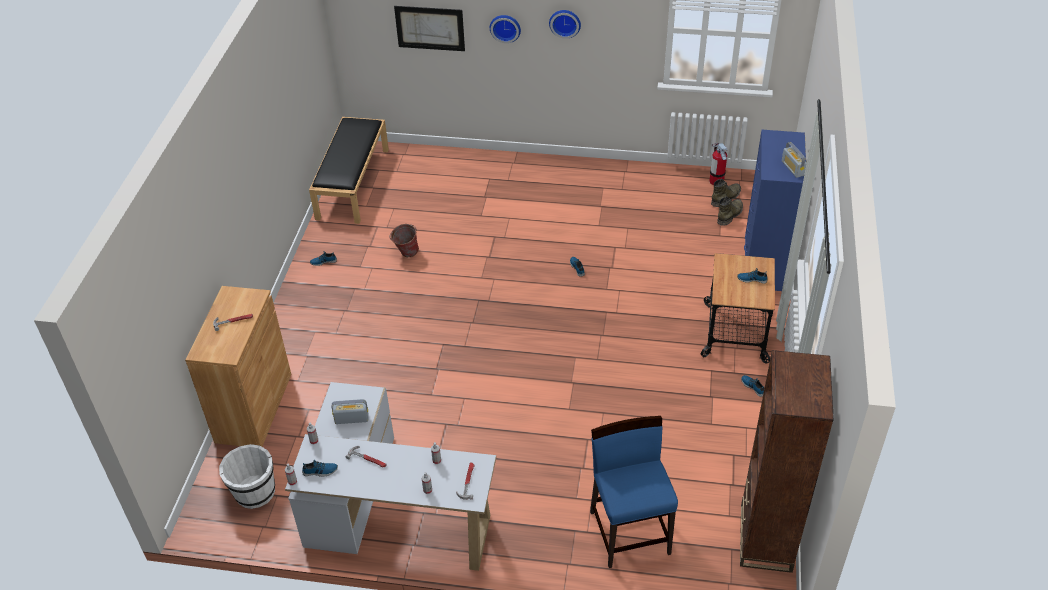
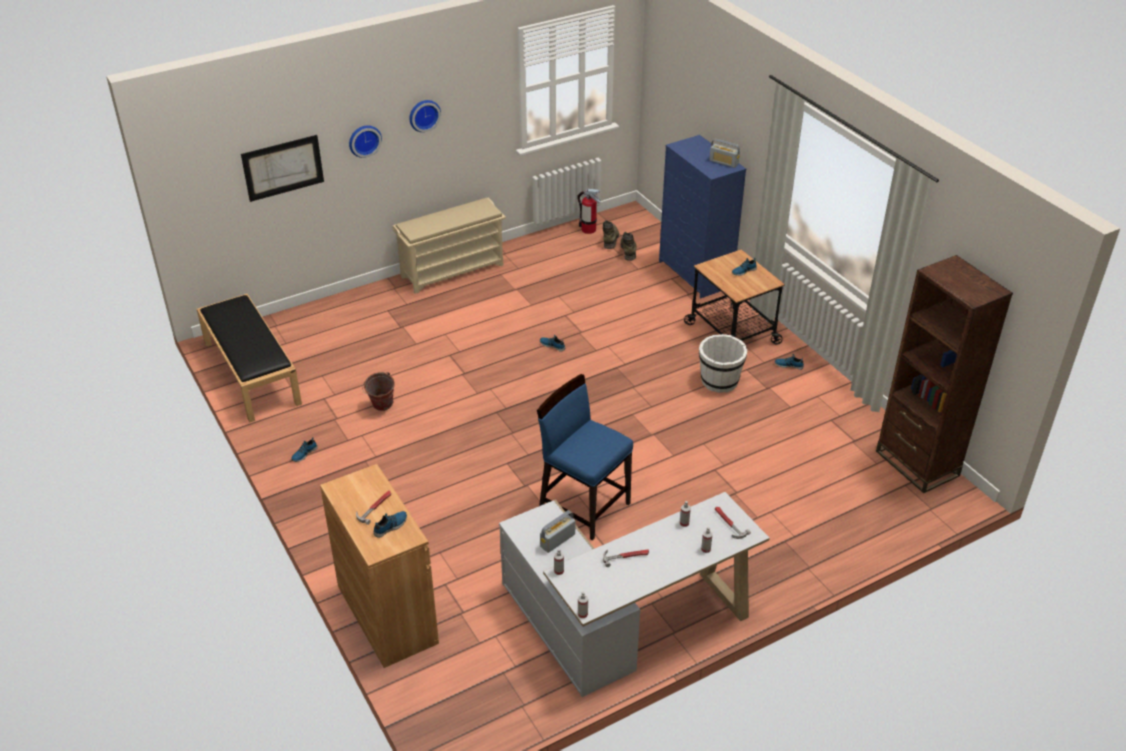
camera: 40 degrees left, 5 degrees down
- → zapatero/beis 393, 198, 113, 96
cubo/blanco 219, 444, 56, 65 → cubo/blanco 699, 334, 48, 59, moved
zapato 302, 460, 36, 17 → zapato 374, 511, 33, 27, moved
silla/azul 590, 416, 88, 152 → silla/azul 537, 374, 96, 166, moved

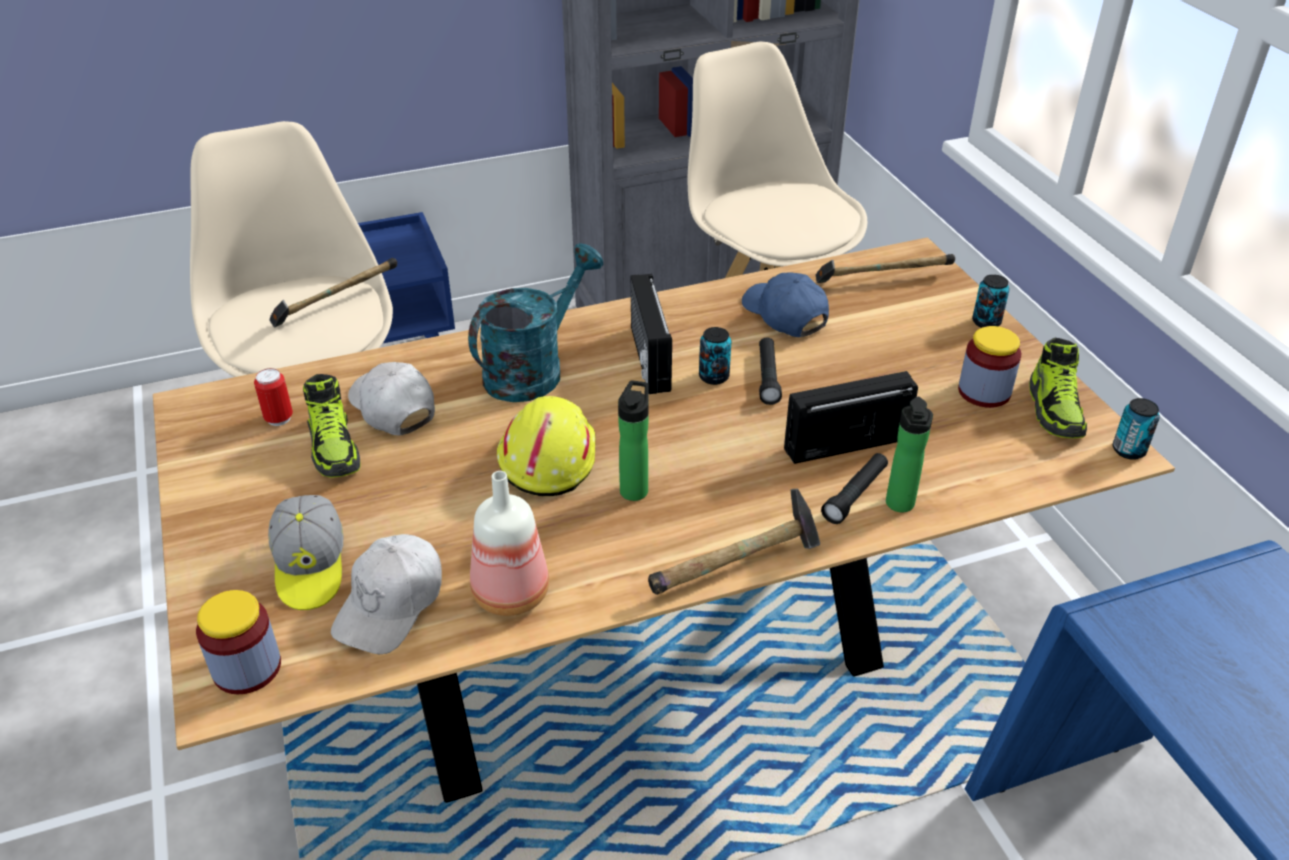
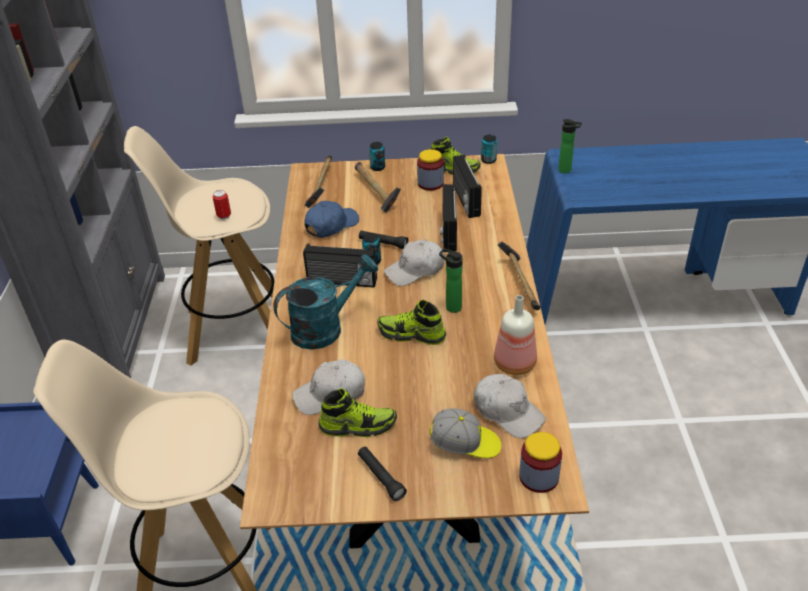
camera: 70 degrees left, 0 degrees up
- → gorra/blanco 384, 240, 61, 46
- → radio 453, 155, 29, 63
lata 254, 368, 39, 58 → lata 212, 190, 19, 30, moved
martillo 270, 258, 127, 69 → martillo 355, 162, 46, 51, moved
linterna/negro 821, 453, 67, 71 → linterna/negro 358, 447, 49, 54, moved
botella 886, 397, 47, 115 → botella 558, 119, 24, 54, moved
casco/amarillo 497, 396, 99, 100 → zapato 377, 300, 69, 45
regadera/turquesa 468, 243, 135, 159 → regadera/turquesa 273, 254, 105, 96, 90 degrees clockwise
gorra/azul 742, 273, 87, 64 → gorra/azul 304, 201, 55, 37, 150 degrees clockwise

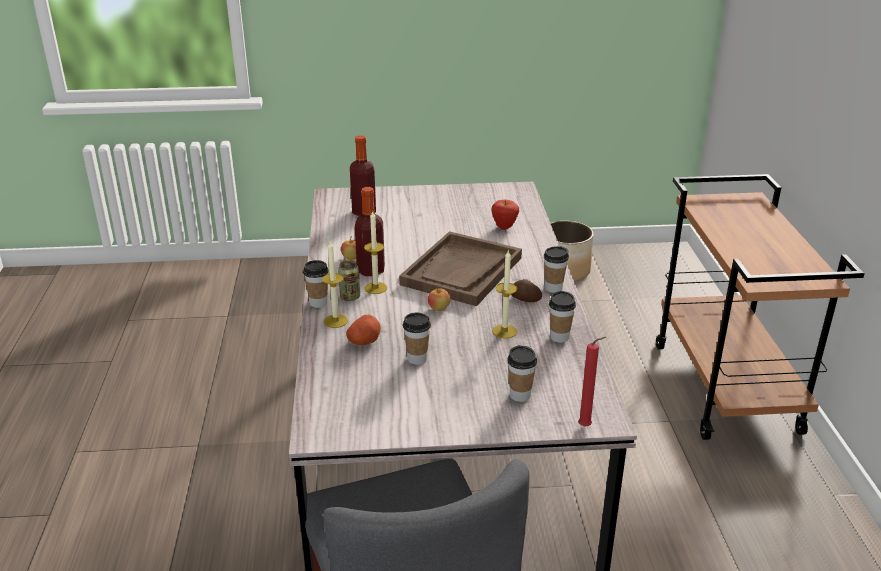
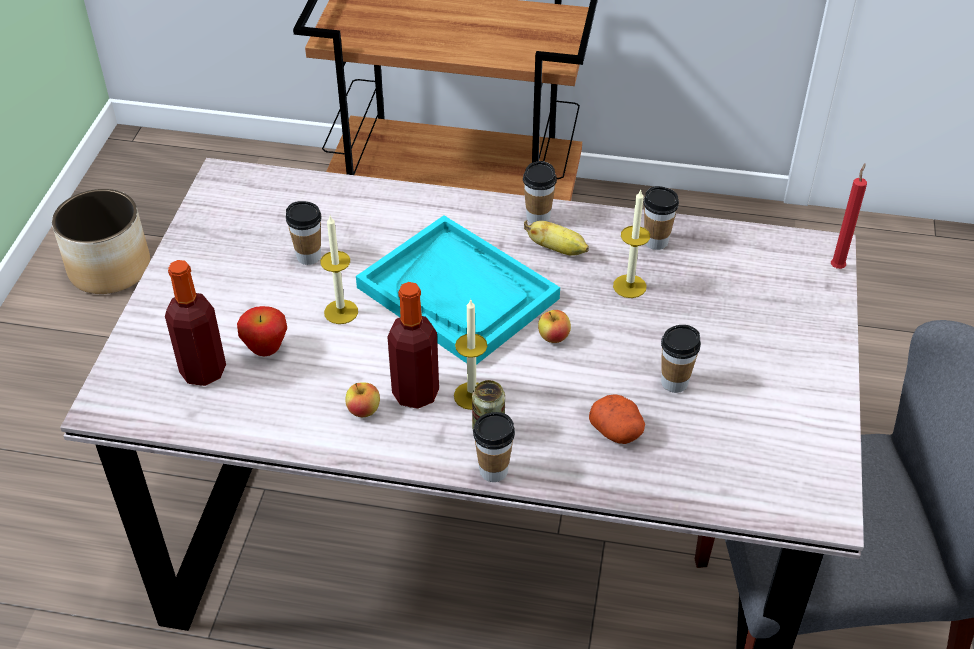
camera: 75 degrees left, 15 degrees up
vela 322, 241, 26, 87 → vela 320, 216, 38, 108, moved
manzana 491, 200, 28, 30 → manzana 237, 306, 50, 50, moved
taza 507, 345, 30, 57 → taza 286, 201, 35, 64, moved
patata 511, 279, 31, 23 → plátano 524, 220, 65, 36
bandeja/marrón 399, 231, 123, 75 → bandeja/turquesa 356, 215, 204, 150

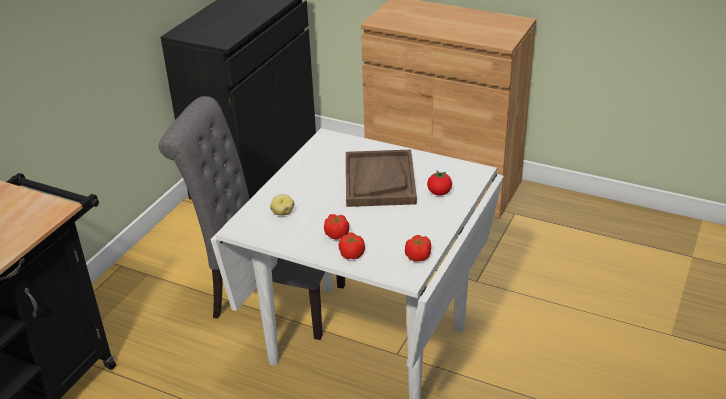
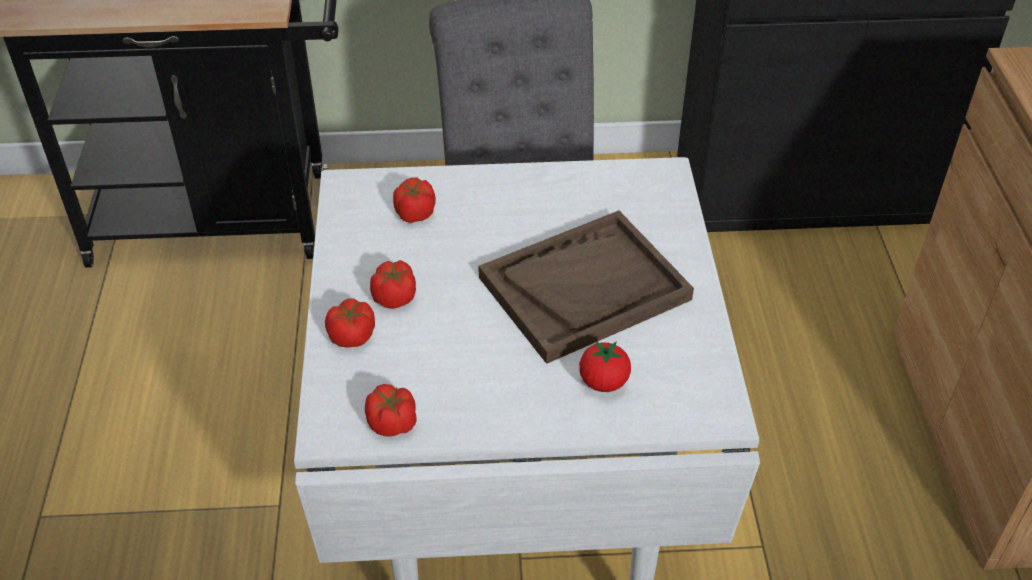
camera: 60 degrees right, 10 degrees up
patata 270, 194, 24, 21 → tomate 393, 177, 43, 46

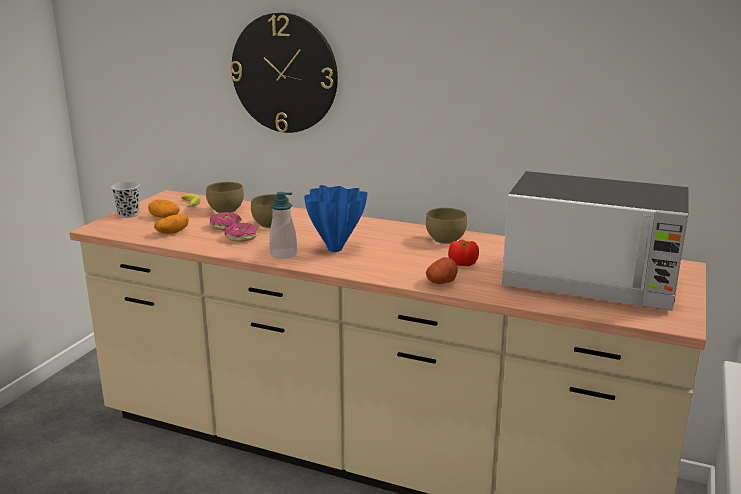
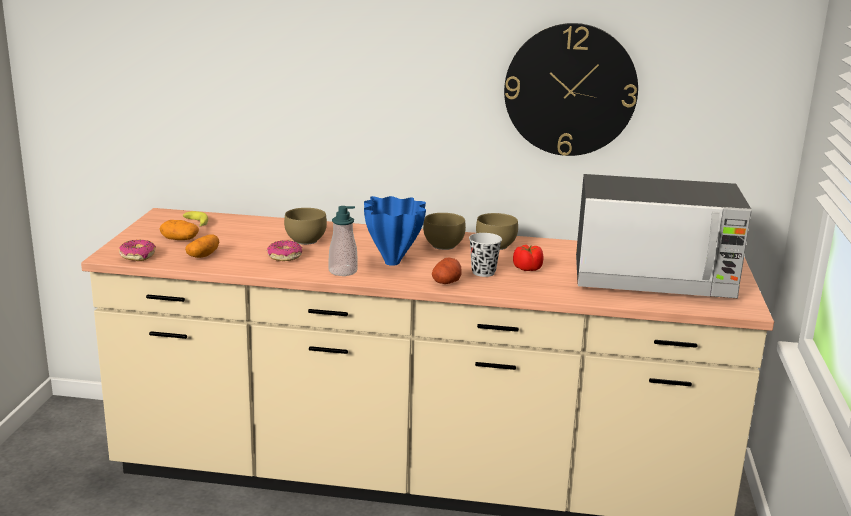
camera: 15 degrees left, 0 degrees up
taza/negro 111, 182, 29, 36 → taza/negro 469, 233, 33, 44, moved
cuenco/marrón 206, 182, 38, 31 → cuenco/marrón 423, 213, 43, 37, moved
rosquilla 210, 212, 31, 19 → rosquilla 119, 240, 37, 21, moved
reloj de pared 230, 13, 108, 120 → reloj de pared 504, 23, 134, 133, moved
patata 426, 257, 32, 27 → patata 432, 257, 30, 27, moved

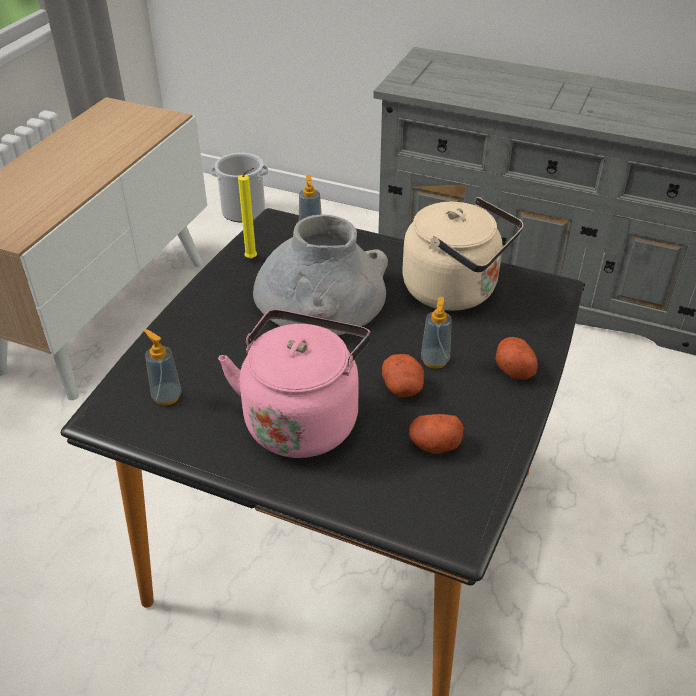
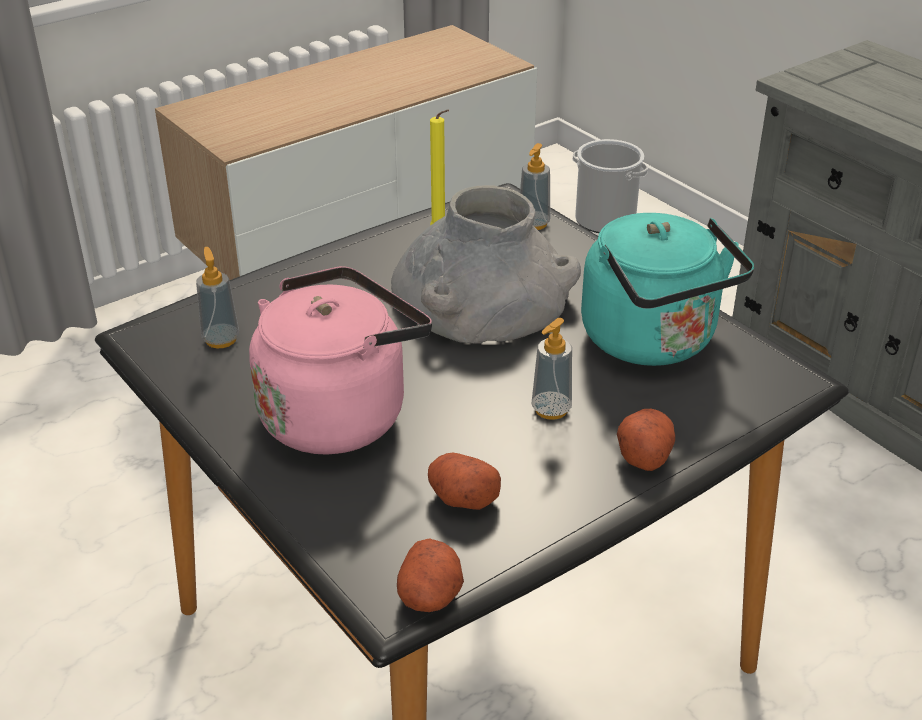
camera: 30 degrees right, 5 degrees down
patata 382, 354, 42, 43 → patata 397, 538, 67, 74, moved
hervidor/beis 402, 197, 121, 114 → hervidor/turquesa 581, 213, 173, 153

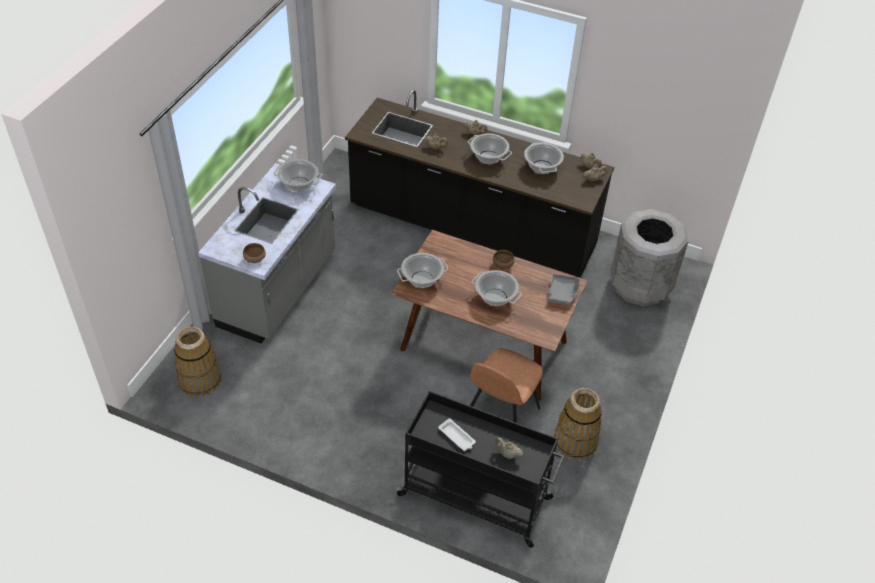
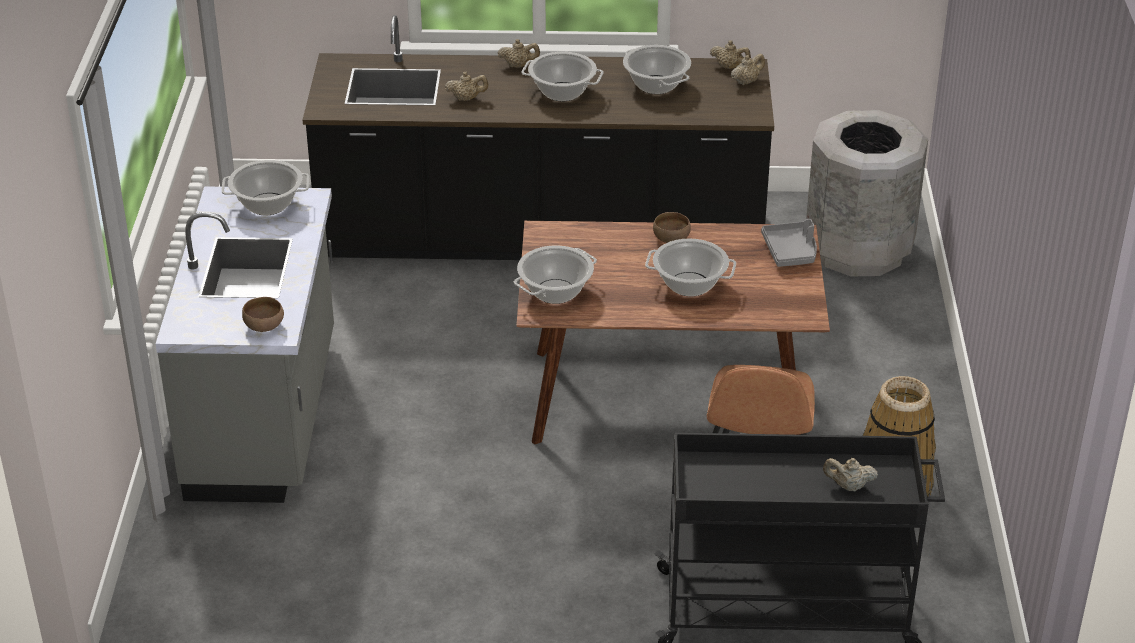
camera: 20 degrees left, 10 degrees down
cesta 174, 326, 47, 71 → -
bandeja/blanco 438, 418, 38, 33 → -

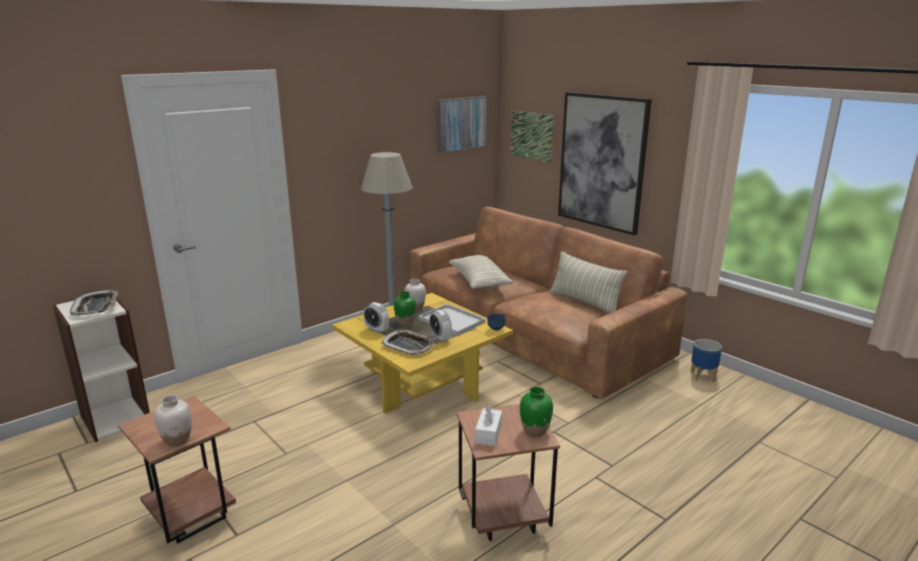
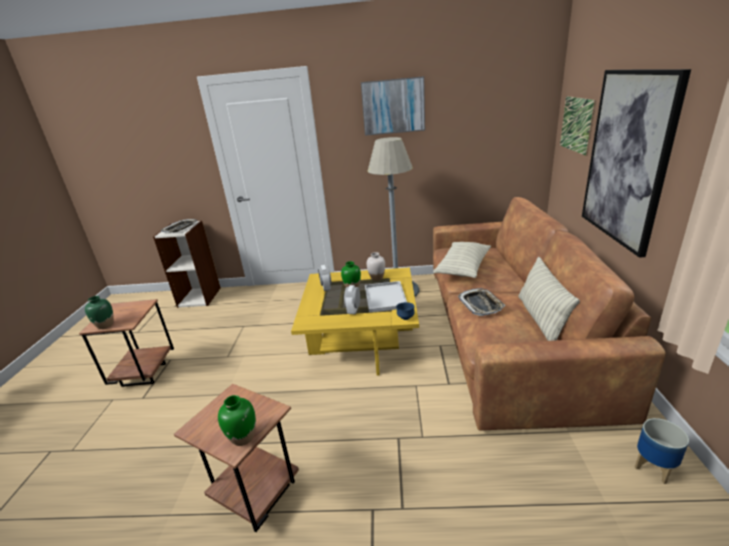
camera: 45 degrees right, 5 degrees up
caja de pañuelos/blanco 475, 405, 27, 41 → -
bandeja 381, 329, 54, 26 → bandeja 458, 288, 47, 28, moved
cuadro 437, 96, 50, 57 → cuadro 361, 76, 64, 60, moved
florero/blanco 154, 395, 38, 52 → florero/verde 85, 296, 29, 33

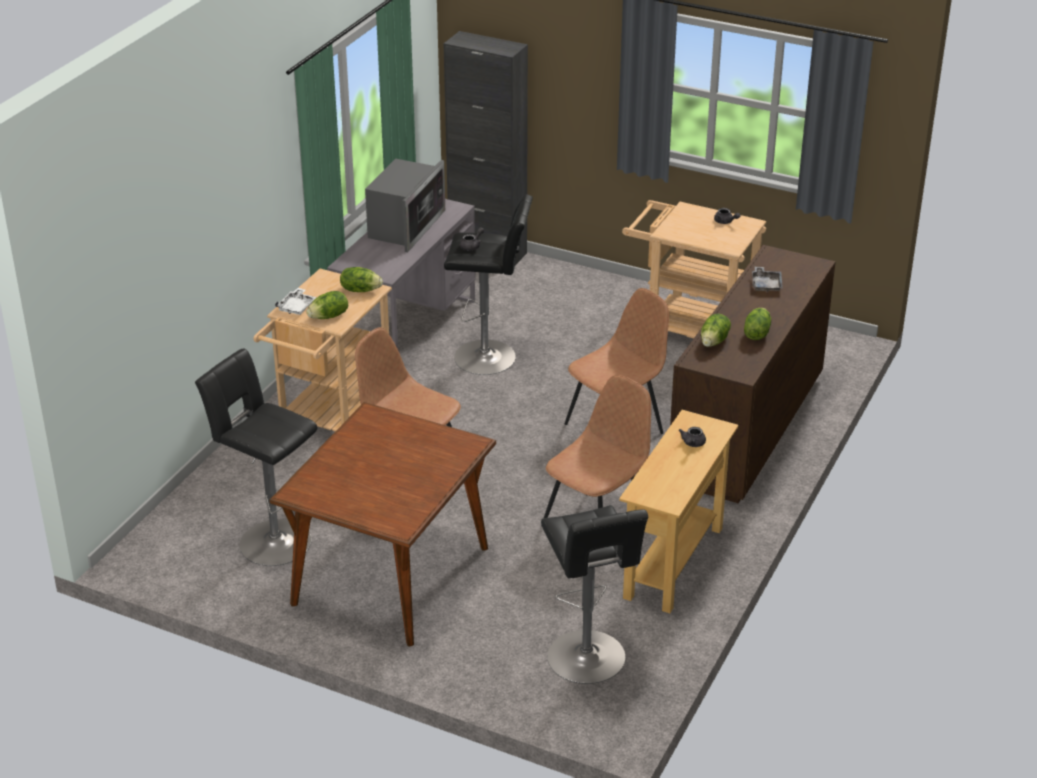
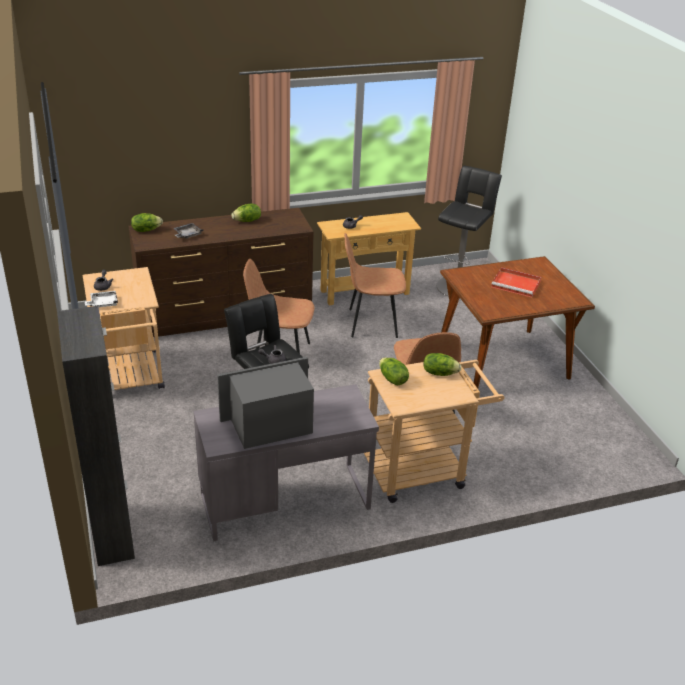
camera: 135 degrees left, 0 degrees up
taburete/negro 195, 349, 123, 217 → -
- → bandeja/rojo 491, 267, 50, 30
bandeja/blanco 275, 288, 41, 27 → bandeja/blanco 85, 291, 33, 16, moved
lechuga 701, 314, 30, 33 → lechuga 131, 213, 32, 19, moved

